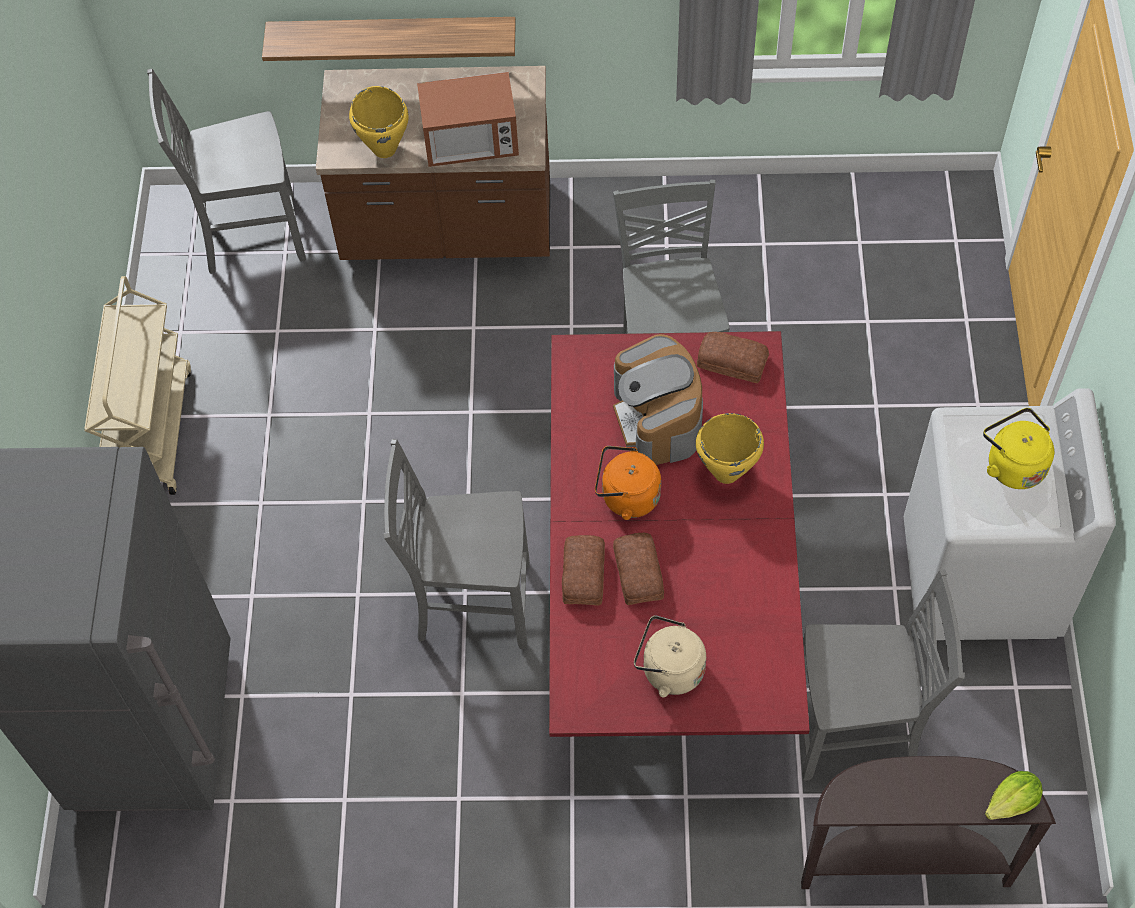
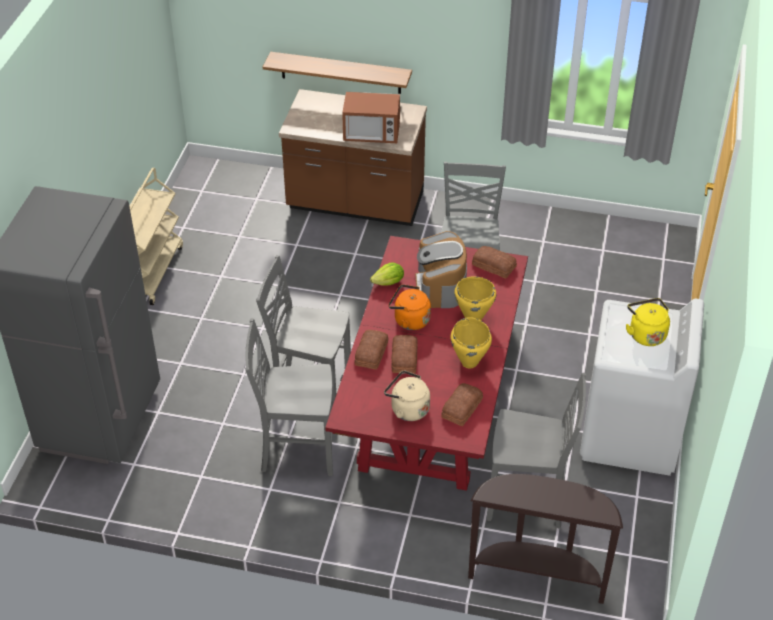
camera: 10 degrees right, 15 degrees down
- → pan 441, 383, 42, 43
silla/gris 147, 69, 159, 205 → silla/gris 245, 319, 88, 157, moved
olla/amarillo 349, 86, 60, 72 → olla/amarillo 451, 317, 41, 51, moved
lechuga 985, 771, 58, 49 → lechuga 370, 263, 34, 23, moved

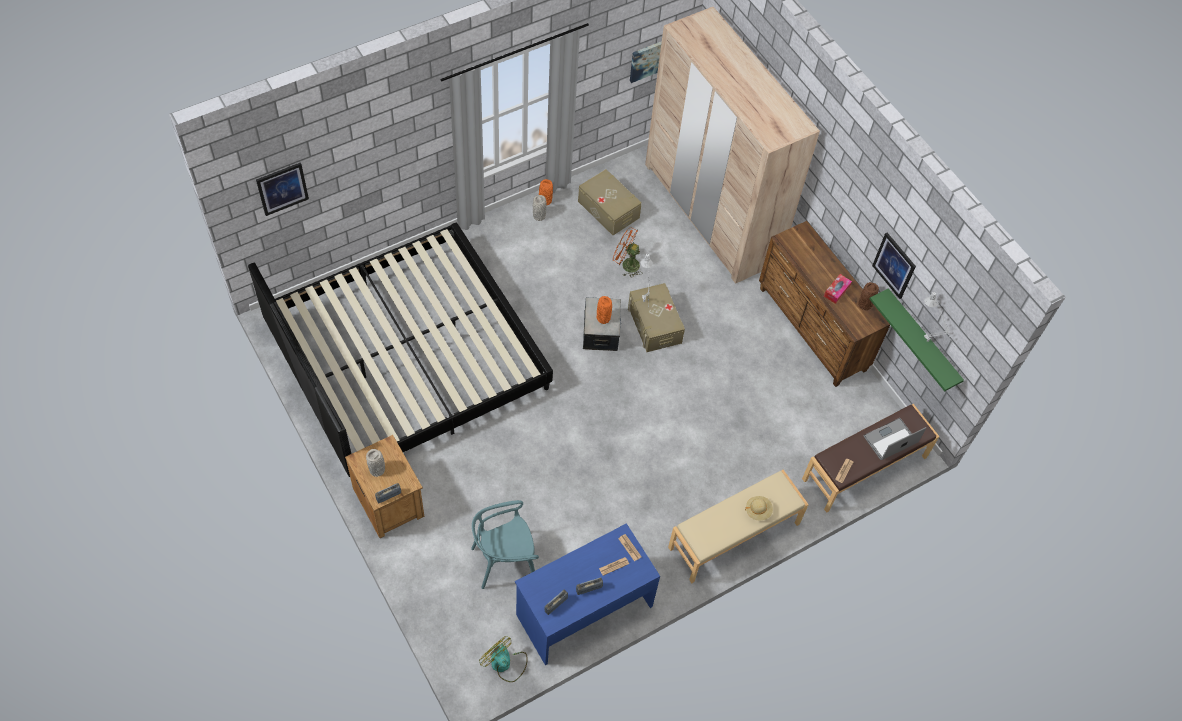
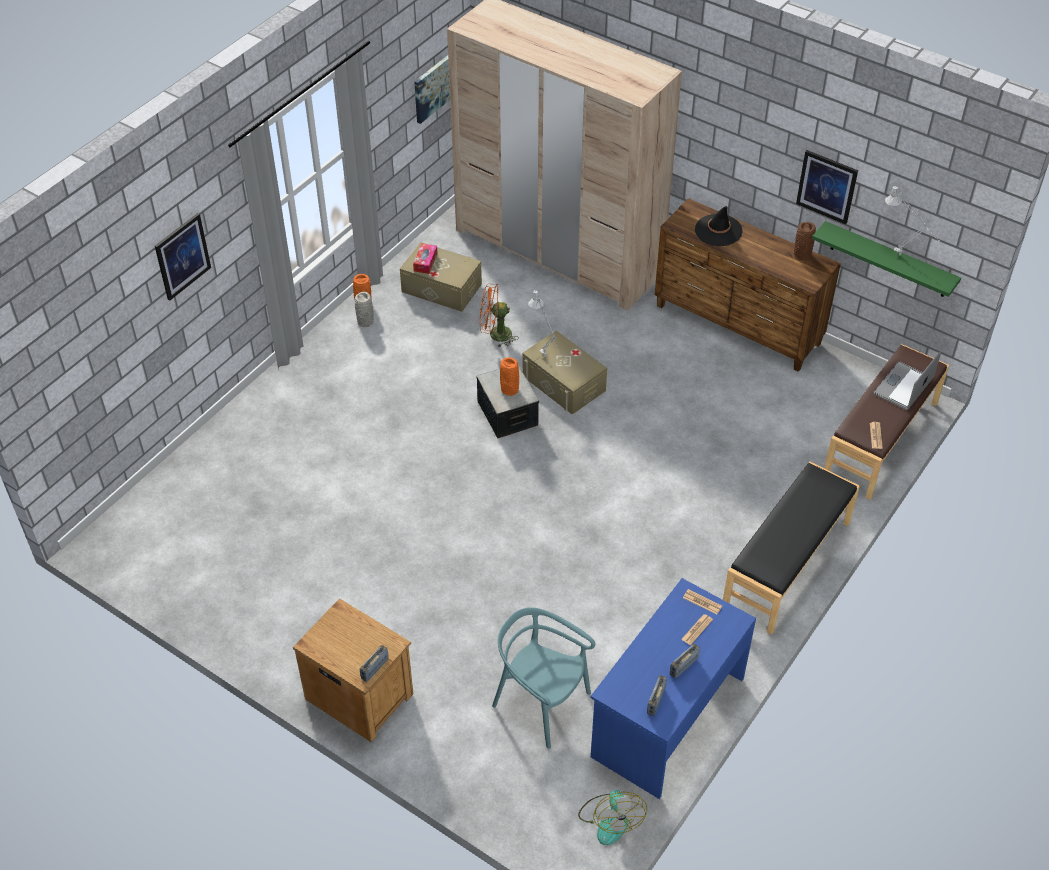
camera: 20 degrees left, 10 degrees down
cama 248, 222, 305, 255 → -
florero/gris 366, 449, 19, 28 → -
sombrero/beis 745, 496, 28, 24 → -
- → sombrero/negro 695, 206, 48, 40
cuadro 256, 162, 53, 54 → cuadro 155, 213, 56, 87, moved
caja de pañuelos 824, 274, 28, 30 → caja de pañuelos 413, 243, 25, 31, moved
banco/beis 668, 470, 141, 113 → banco/negro 723, 462, 137, 172
silla/turquesa 471, 500, 68, 89 → silla/turquesa 492, 608, 103, 140, 75 degrees clockwise
ventilador 479, 636, 49, 46 → ventilador 578, 790, 69, 55, 120 degrees counterclockwise

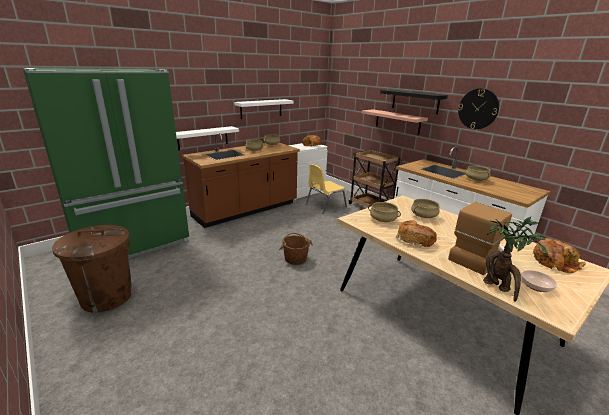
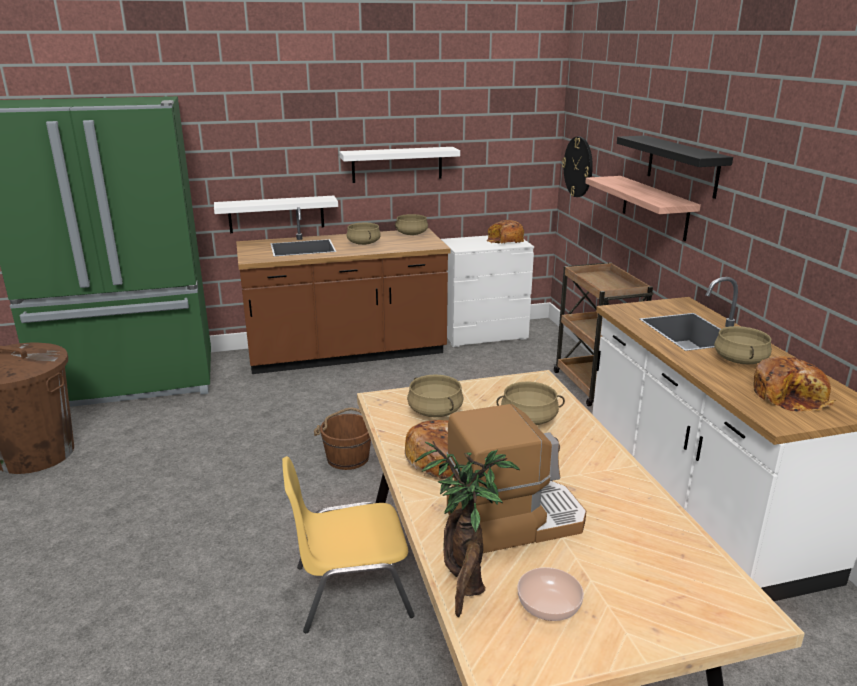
camera: 25 degrees right, 0 degrees up
silla/amarillo 306, 164, 41, 50 → silla/amarillo 282, 456, 133, 177, moved
reloj de pared 458, 89, 41, 40 → reloj de pared 562, 137, 31, 60, moved
pan 533, 238, 53, 36 → pan 753, 356, 83, 56, moved

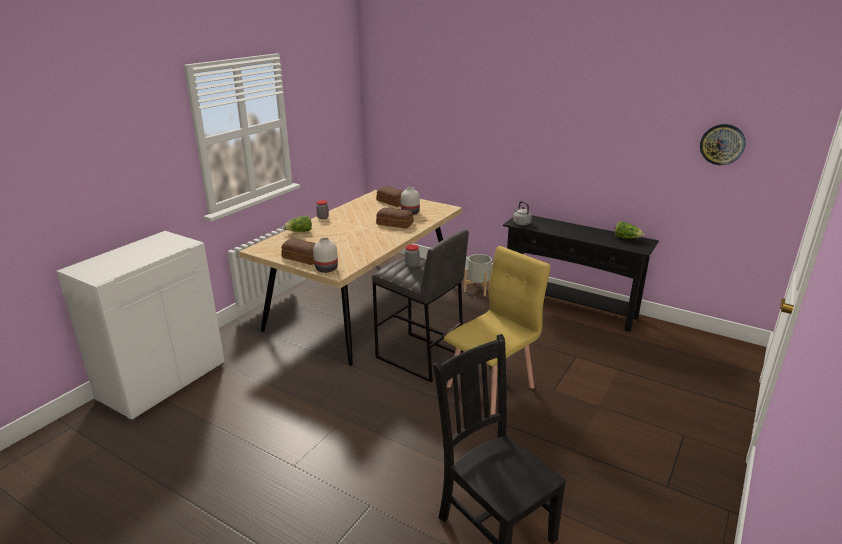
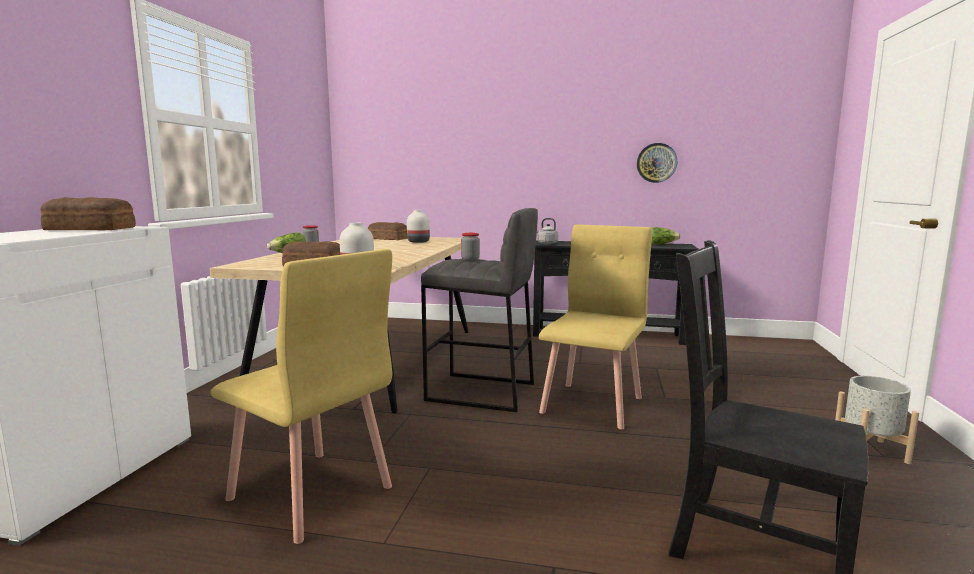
camera: 20 degrees left, 15 degrees down
- → silla/amarillo 211, 249, 181, 295
pan 376, 208, 38, 20 → pan 40, 197, 96, 33, moved
maceta/gris 464, 254, 29, 43 → maceta/gris 835, 376, 84, 88, moved
reloj de pared 700, 124, 46, 41 → reloj de pared 637, 143, 40, 40, moved

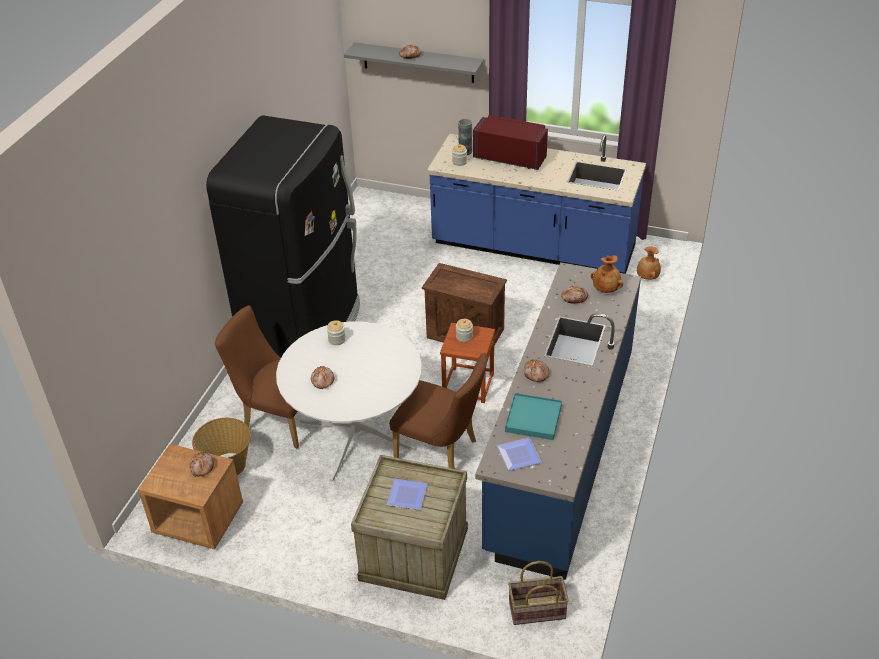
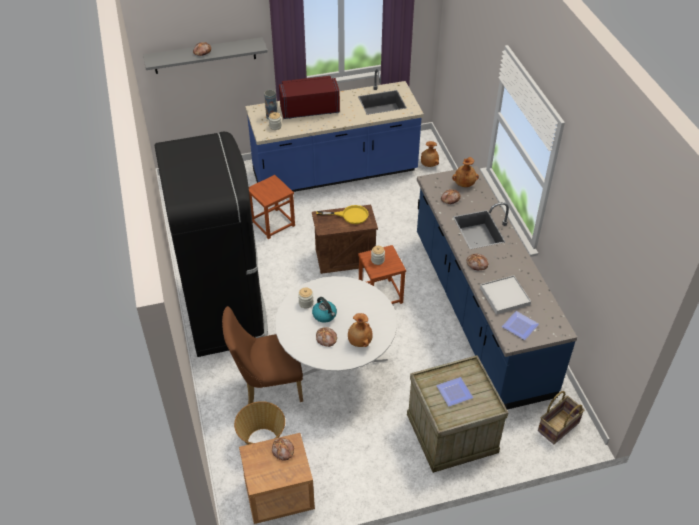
camera: 35 degrees left, 5 degrees up
silla/marrón 389, 353, 98, 116 → -
- → taburete/marrón 249, 175, 46, 64
- → hervidor 312, 297, 25, 26
- → sartén/amarillo 316, 205, 53, 19
- → florero/marrón 348, 313, 25, 34
bandeja/turquesa 505, 393, 57, 47 → bandeja/blanco 480, 275, 51, 40

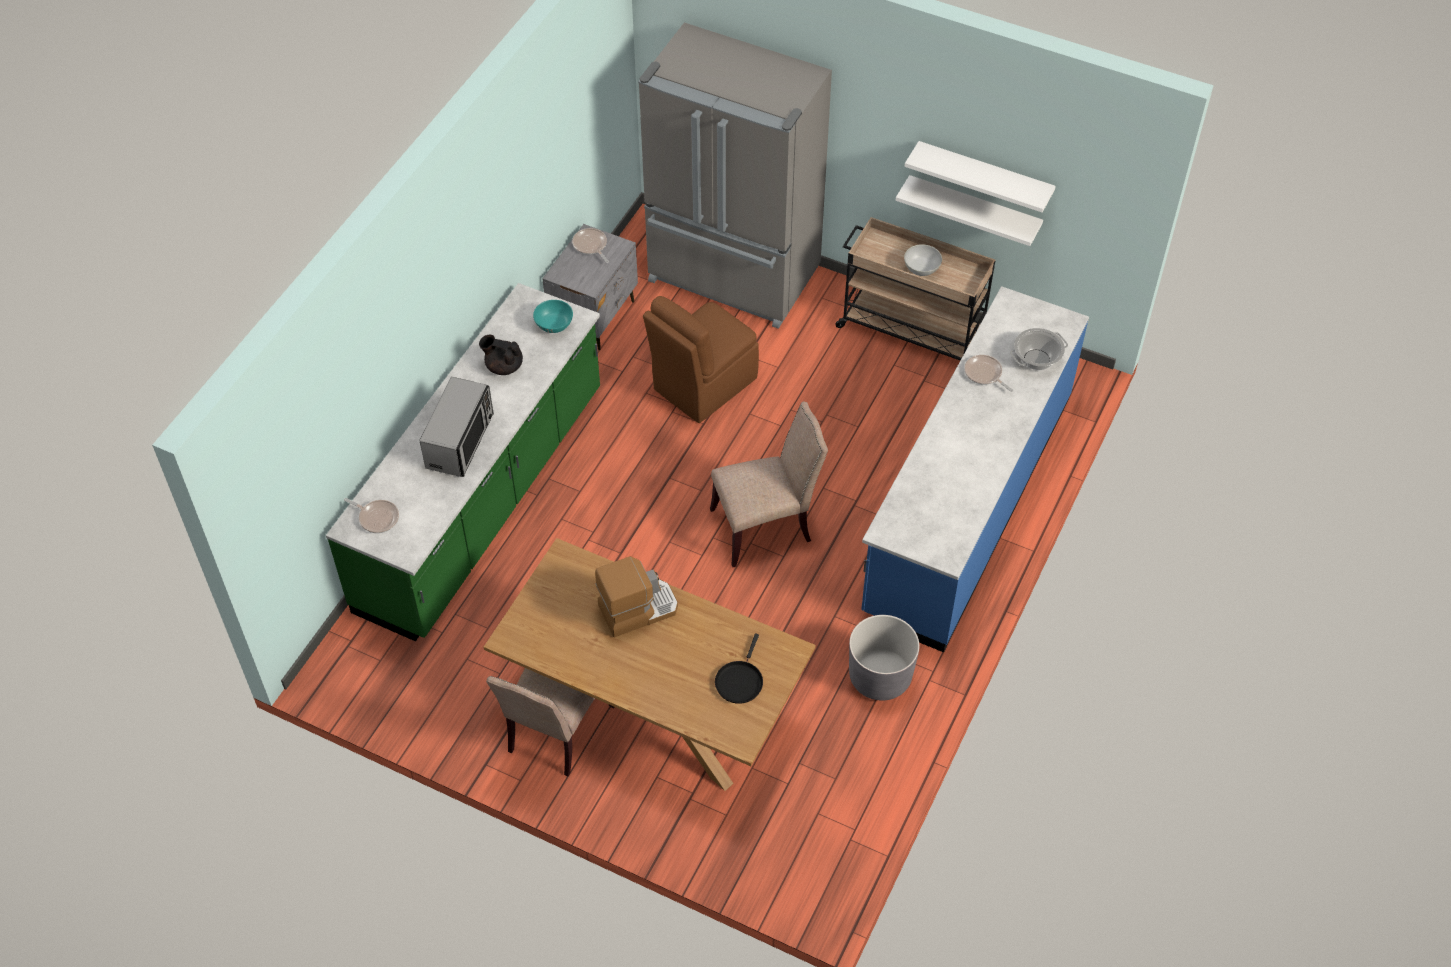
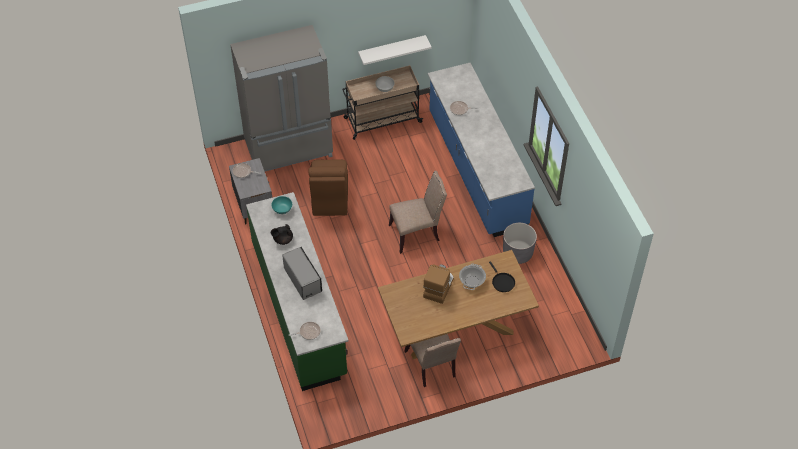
camera: 45 degrees left, 0 degrees up
estante/blanco 905, 141, 151, 71 → -
olla 1010, 328, 58, 42 → olla 459, 263, 27, 27, moved
silla/beis 710, 401, 118, 166 → silla/beis 389, 171, 58, 83, 45 degrees clockwise

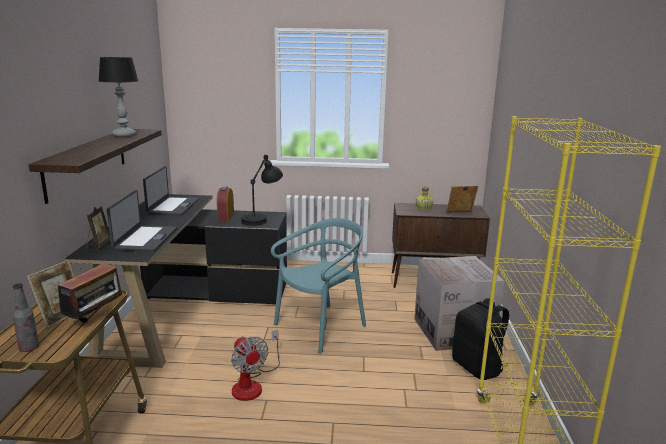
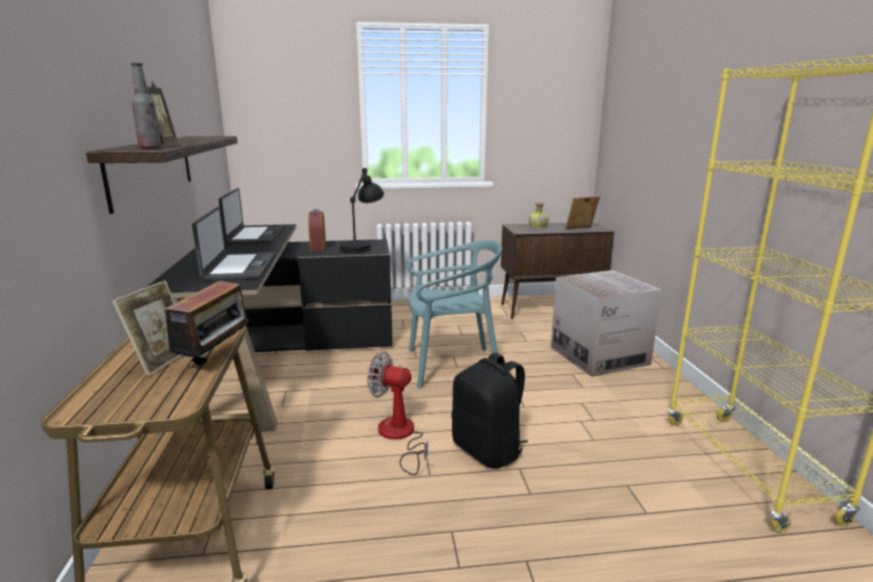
camera: 10 degrees left, 0 degrees up
lámpara de mesa 99, 57, 39, 80 → -
botella 12, 283, 27, 69 → botella 131, 63, 31, 86, moved
portarretratos 86, 206, 24, 43 → portarretratos 147, 81, 30, 63, moved
mochila/negro 452, 298, 57, 82 → mochila/negro 452, 353, 76, 115, moved
ventilador 231, 330, 49, 71 → ventilador 367, 351, 61, 124, 150 degrees clockwise
silla/turquesa 271, 218, 95, 135 → silla/turquesa 407, 240, 95, 148, 45 degrees clockwise

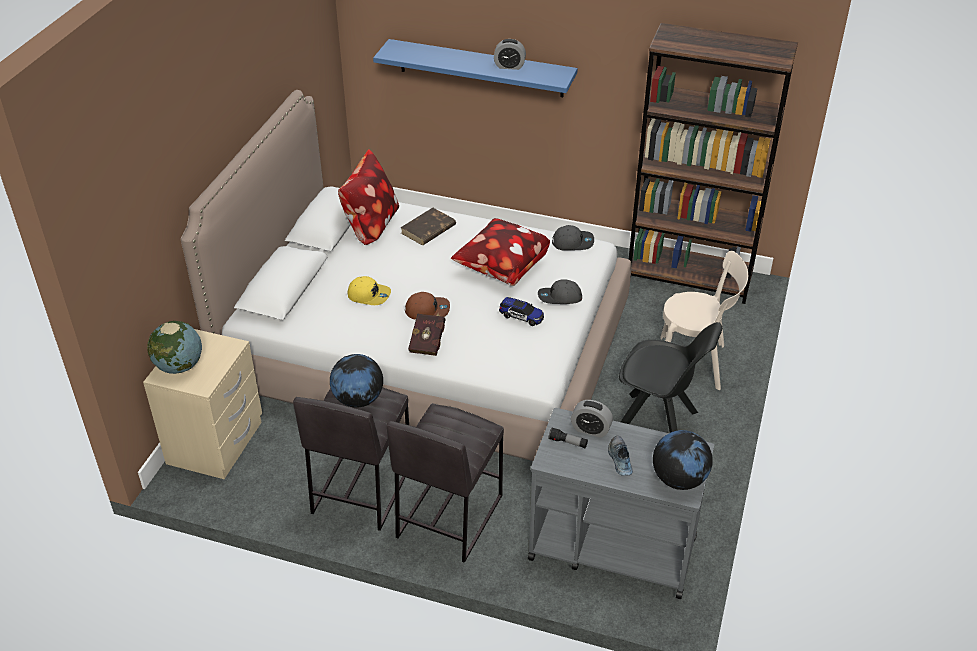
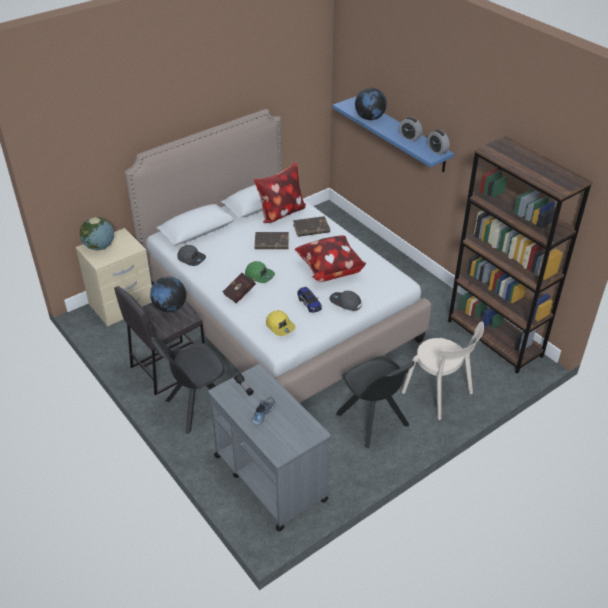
camera: 35 degrees right, 0 degrees up
- → libro/marrón 254, 232, 35, 17
gorra/amarillo 347, 276, 44, 29 → gorra/amarillo 266, 310, 30, 26, moved
gorra/gris 552, 225, 42, 26 → gorra/gris 177, 245, 29, 21, moved
despertador 571, 400, 42, 38 → despertador 427, 130, 23, 25, moved
globo terráqueo 653, 430, 60, 60 → globo terráqueo 355, 88, 32, 32, moved
taburete/gris 386, 403, 118, 160 → silla/negro 150, 337, 79, 97
gorra/marrón 405, 292, 45, 28 → gorra/verde 245, 261, 30, 22

